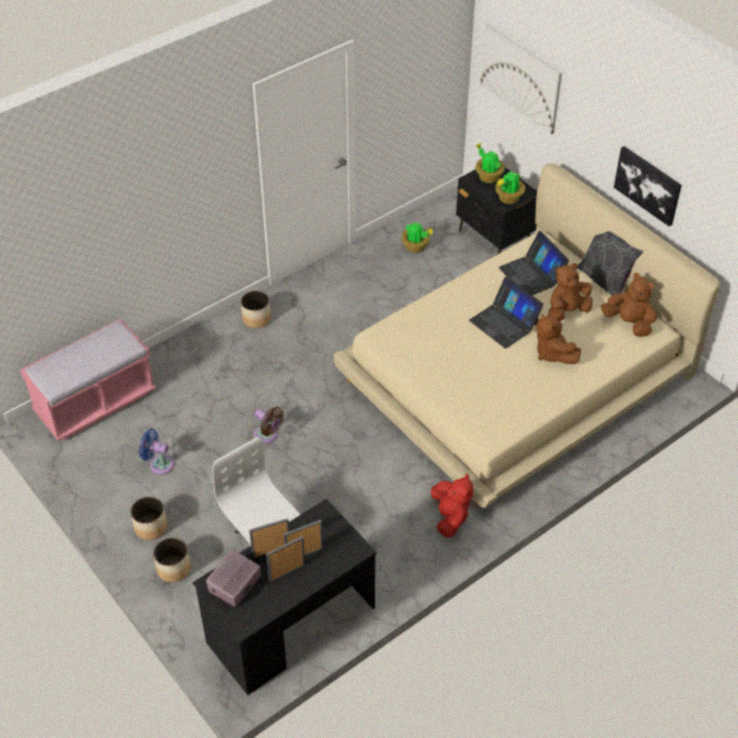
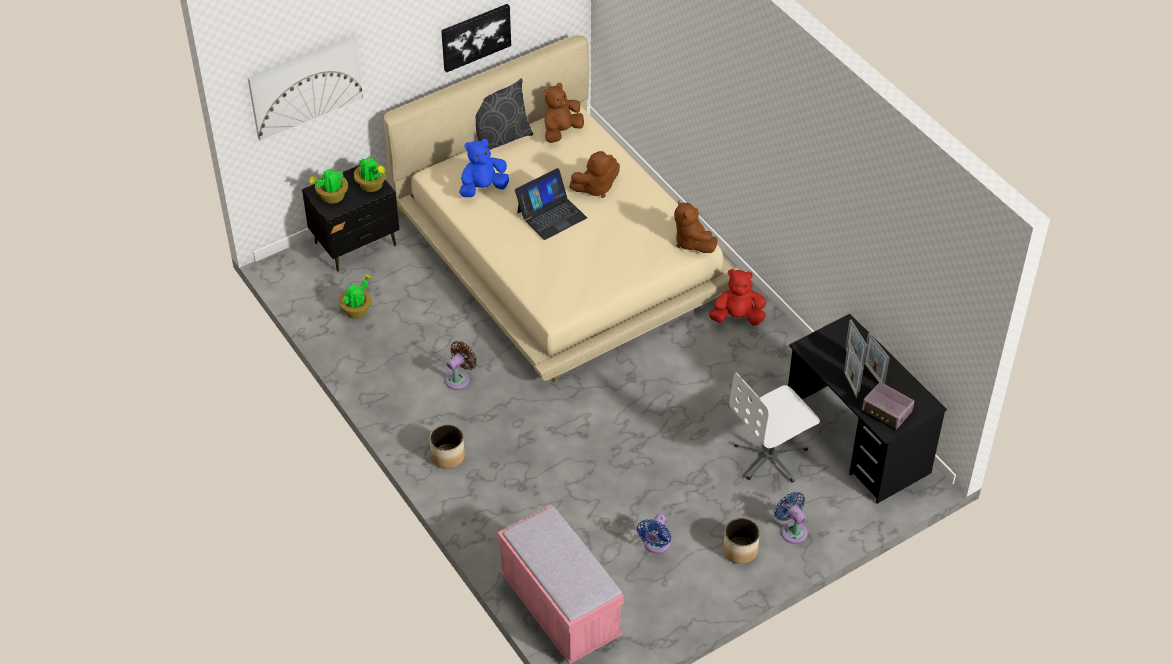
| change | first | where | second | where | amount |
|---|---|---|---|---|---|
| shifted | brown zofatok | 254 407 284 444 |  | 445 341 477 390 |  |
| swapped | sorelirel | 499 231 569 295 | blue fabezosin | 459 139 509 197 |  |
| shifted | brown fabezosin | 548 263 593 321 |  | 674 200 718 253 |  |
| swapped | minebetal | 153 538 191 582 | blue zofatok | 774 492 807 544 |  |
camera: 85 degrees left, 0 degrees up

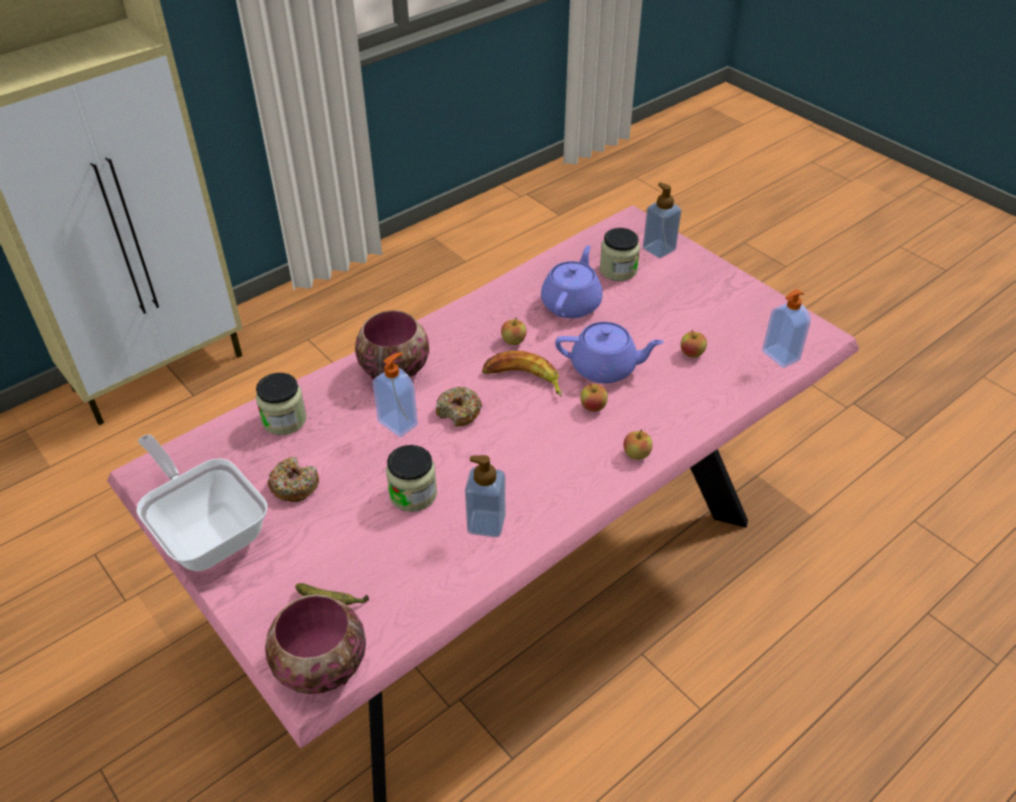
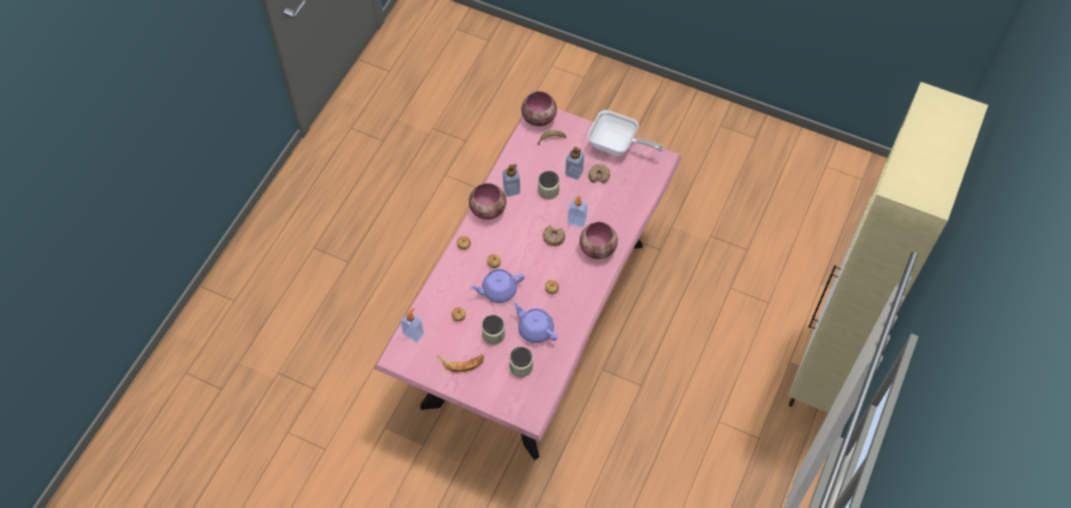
| change | first | where | second | where | amount |
|---|---|---|---|---|---|
| shifted | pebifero | 482 351 562 397 |  | 437 354 484 372 |  |
| new |  |  | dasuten | 469 183 506 220 |  |
| shifted | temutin | 256 373 307 435 |  | 482 315 505 345 |  |
| rotated | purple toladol | 541 245 603 318 |  | 513 302 557 343 | 135 degrees clockwise |
| shifted | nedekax | 643 182 682 258 |  | 565 147 584 180 |  |
camera: 155 degrees right, 15 degrees up

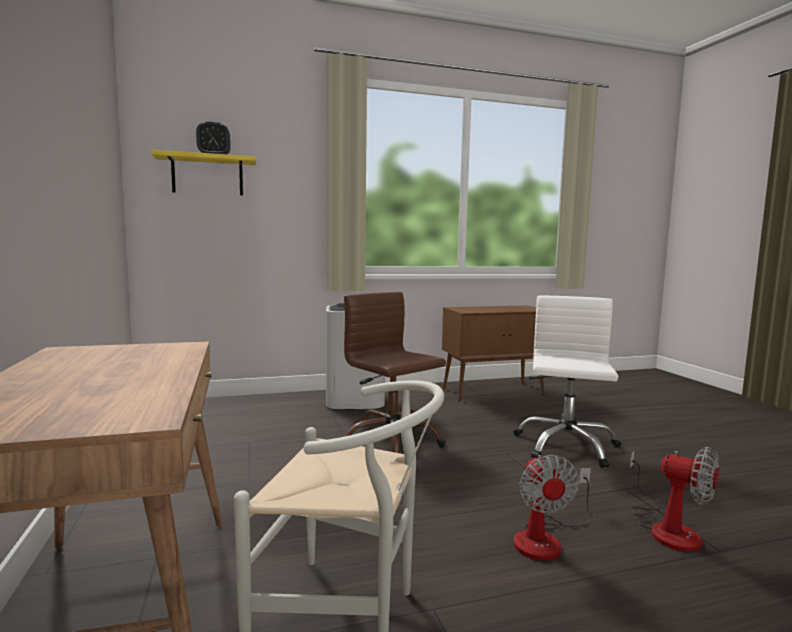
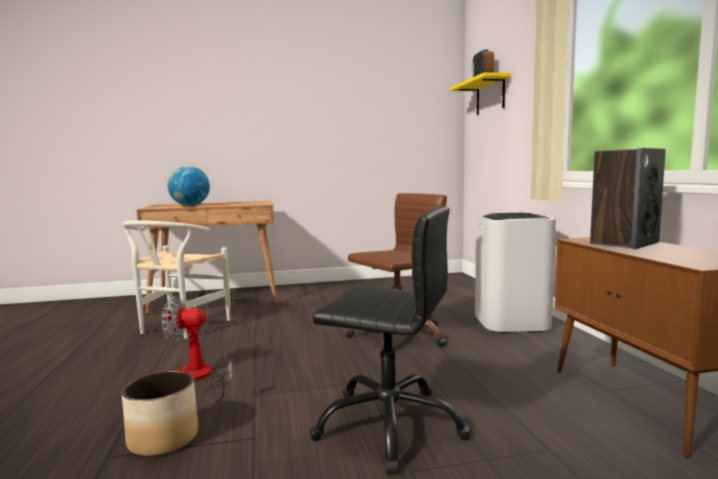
| change | first | where | second | where | amount |
|---|---|---|---|---|---|
| swapped | zofatok | 630 447 719 552 | minebetal | 122 371 198 456 |  |
| new |  |  | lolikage | 168 166 210 206 |  |
| repainted | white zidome | 514 296 621 468 | black zidome | 309 206 471 474 |  |
| new |  |  | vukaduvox | 590 148 666 249 |  |
camera: 95 degrees right, 0 degrees up

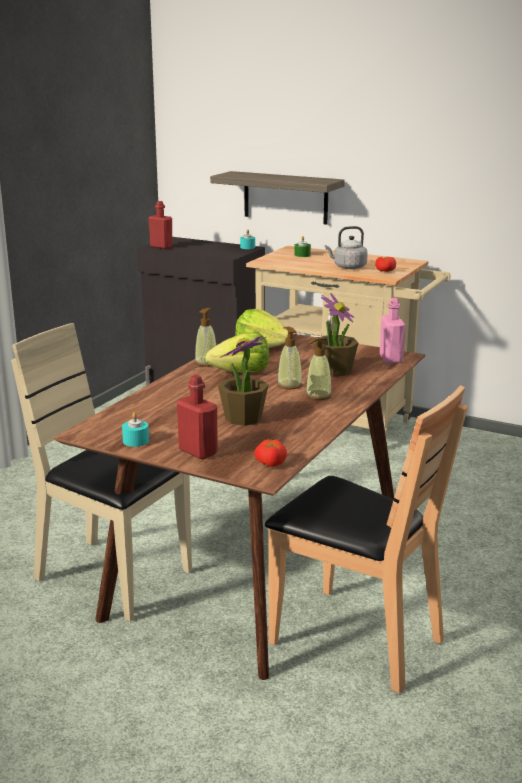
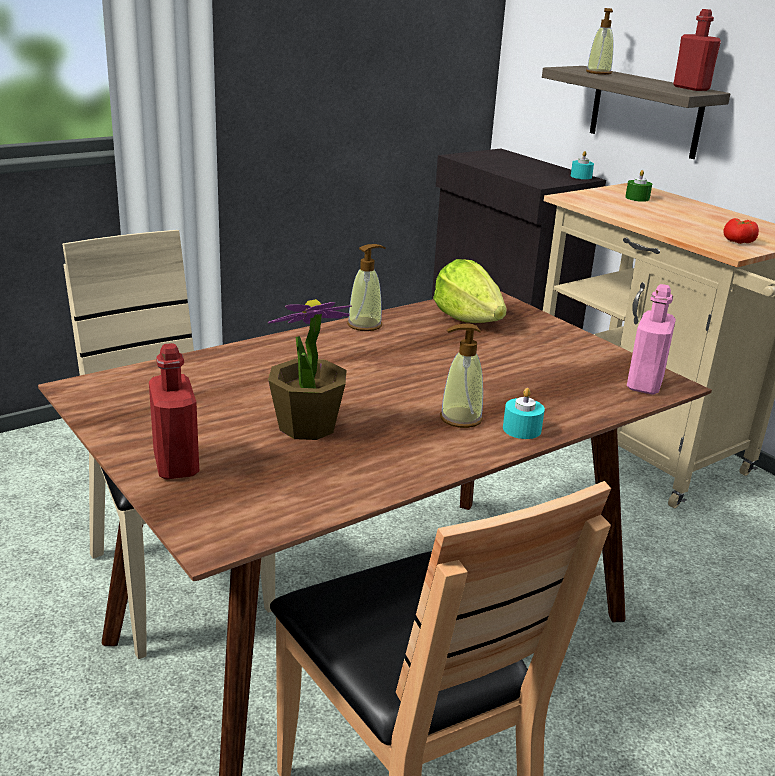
| change | first | where | second | where | amount |
|---|---|---|---|---|---|
| shifted | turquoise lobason | 122 412 149 447 |  | 503 388 545 439 |  |
| shifted | nedekax | 277 326 302 390 |  | 586 8 613 75 |  |
| shifted | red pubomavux | 148 201 173 249 |  | 673 9 721 91 |  |
| gone | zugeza | 205 333 269 373 |  |  |  |
| gone | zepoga | 254 439 287 467 |  |  |  |
| gone | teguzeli | 315 293 358 376 |  |  |  |
| gone | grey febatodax | 325 226 368 269 |  |  |  |
camera: 25 degrees right, 5 degrees up

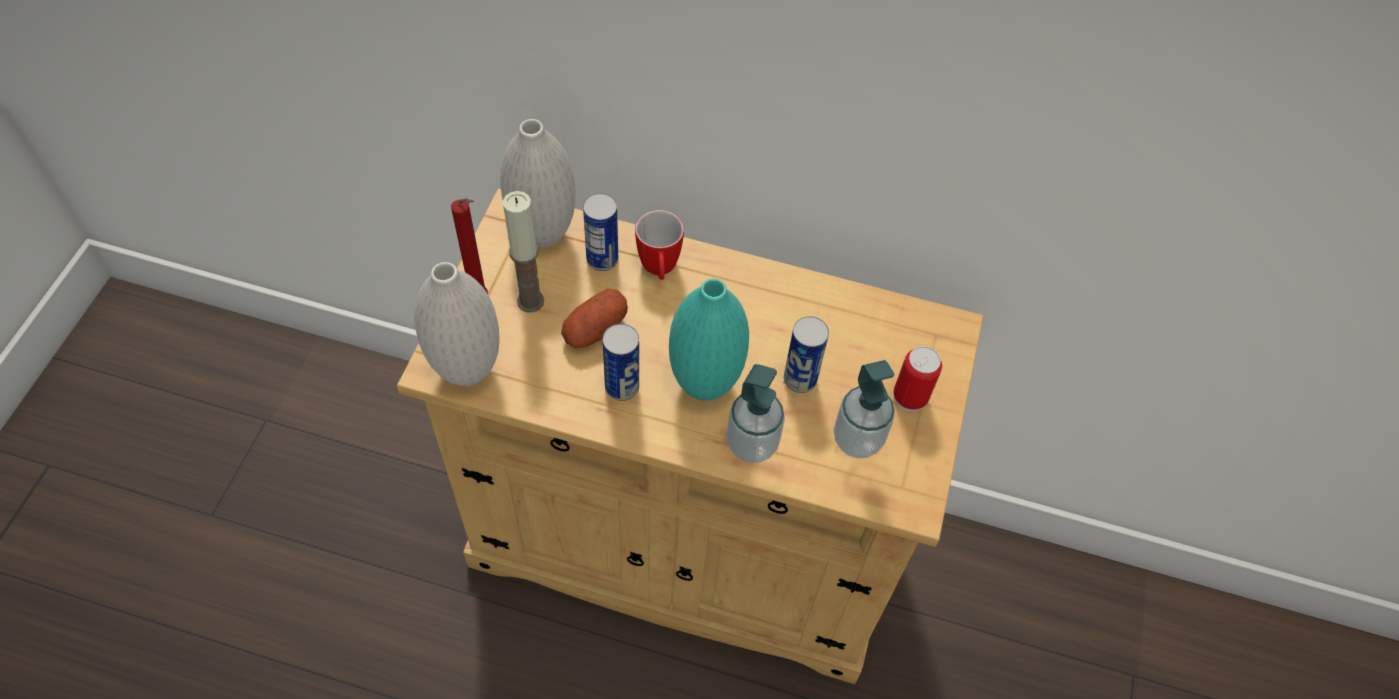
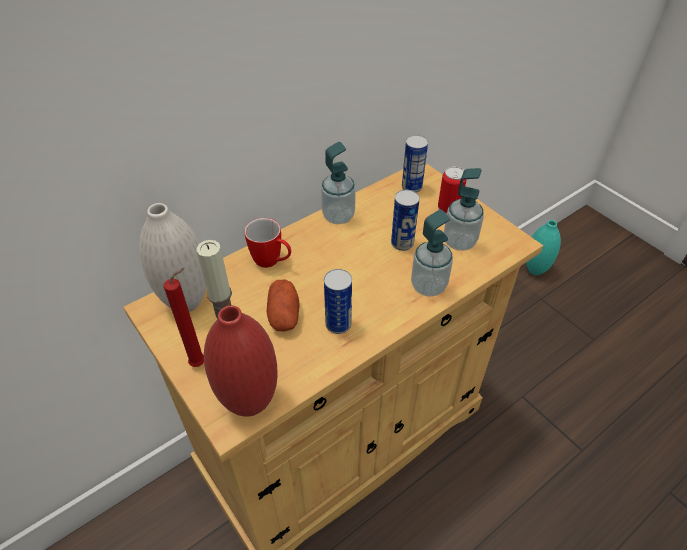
| change | first | where | second | where | amount |
|---|---|---|---|---|---|
| repainted | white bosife | 414 262 500 386 | red bosife | 204 305 278 416 |  |
| new |  |  | nedekax | 321 142 356 224 |  |
| shifted | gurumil | 583 193 618 271 |  | 402 135 428 193 |  |
| shifted | turquoise bosife | 669 279 749 401 |  | 526 220 561 275 |  |
camera: 50 degrees left, 10 degrees down

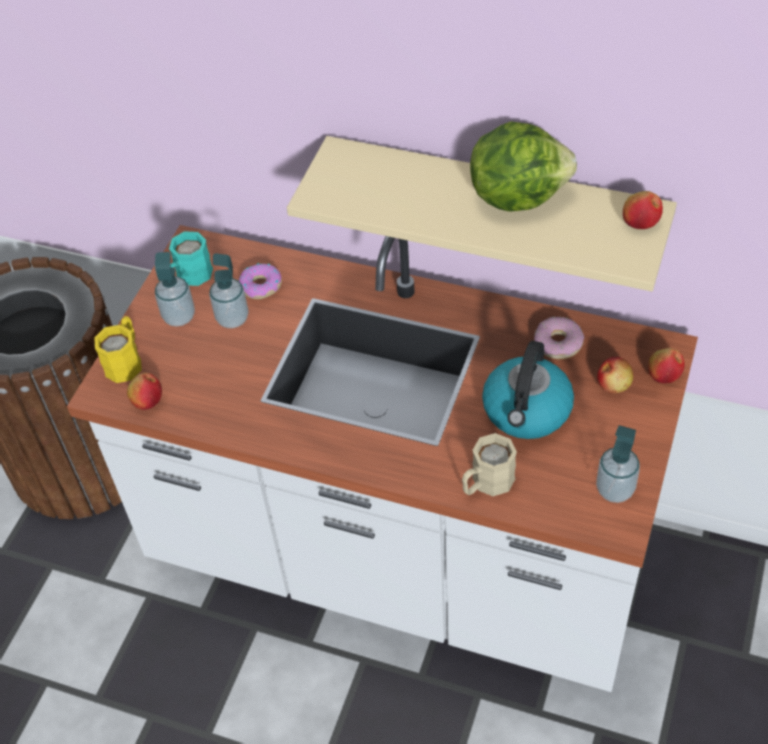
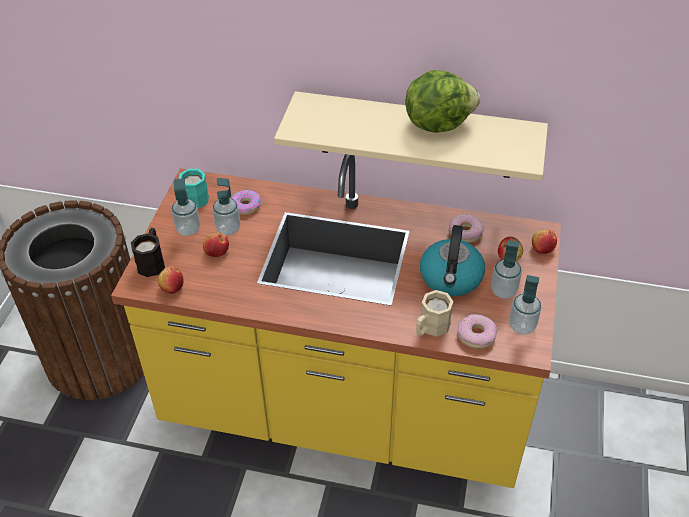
| change | first | where | second | where | amount |
|---|---|---|---|---|---|
| repainted | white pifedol | 67 225 698 692 | yellow pifedol | 111 154 561 488 |  |
| repainted | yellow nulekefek | 94 316 142 383 | black nulekefek | 131 228 165 277 |  |
| shifted | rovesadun | 623 191 663 229 |  | 203 232 229 257 |  |
| new |  |  | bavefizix | 457 314 497 349 |  |
| new |  |  | nedekax | 491 240 522 299 |  |
camera: 10 degrees left, 5 degrees down

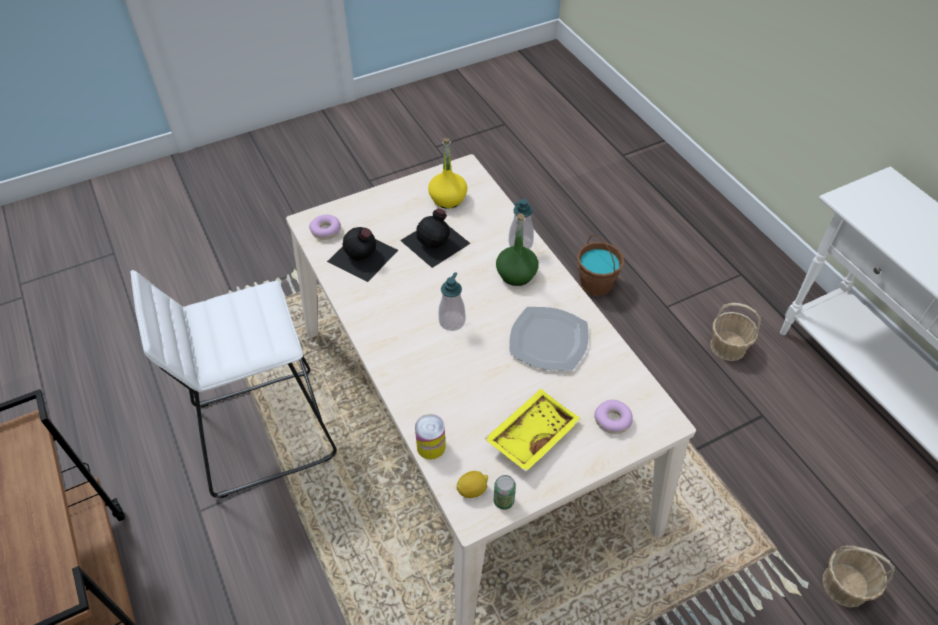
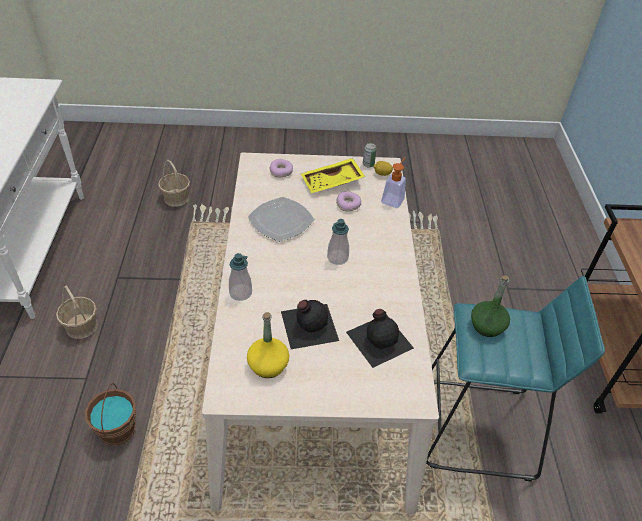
| change | first | where | second | where | amount |
|---|---|---|---|---|---|
| shifted | bavefizix | 309 215 341 240 |  | 336 191 361 211 |  |
| swapped | gurumil | 415 414 446 460 | nedekax | 381 157 406 208 |  |
| repainted | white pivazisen | 130 270 337 498 | turquoise pivazisen | 426 276 605 481 |  |
| shifted | green pubomavux | 496 213 539 286 |  | 471 276 510 337 |  |
camera: 155 degrees left, 5 degrees down

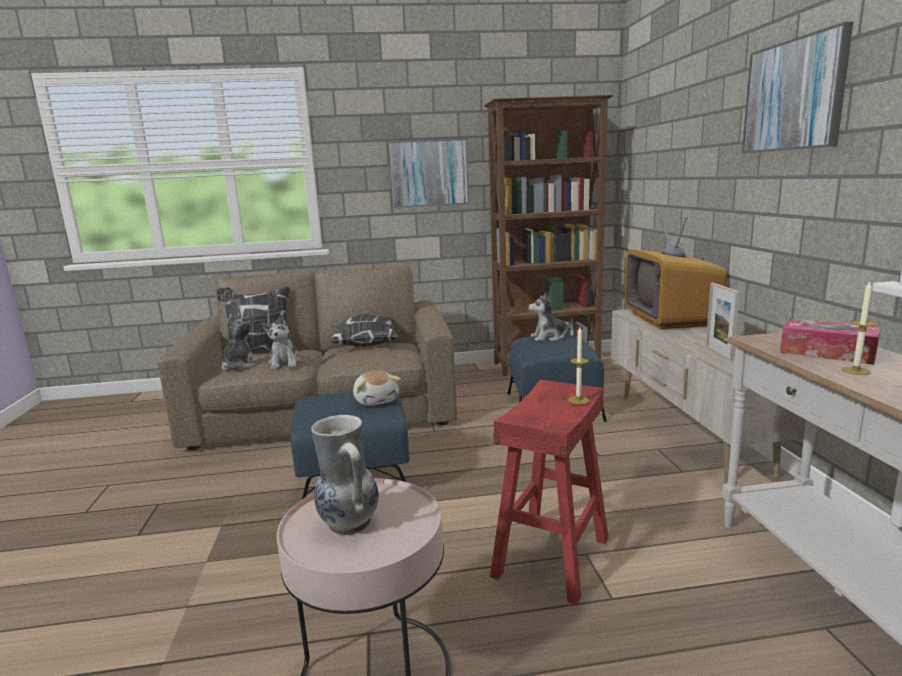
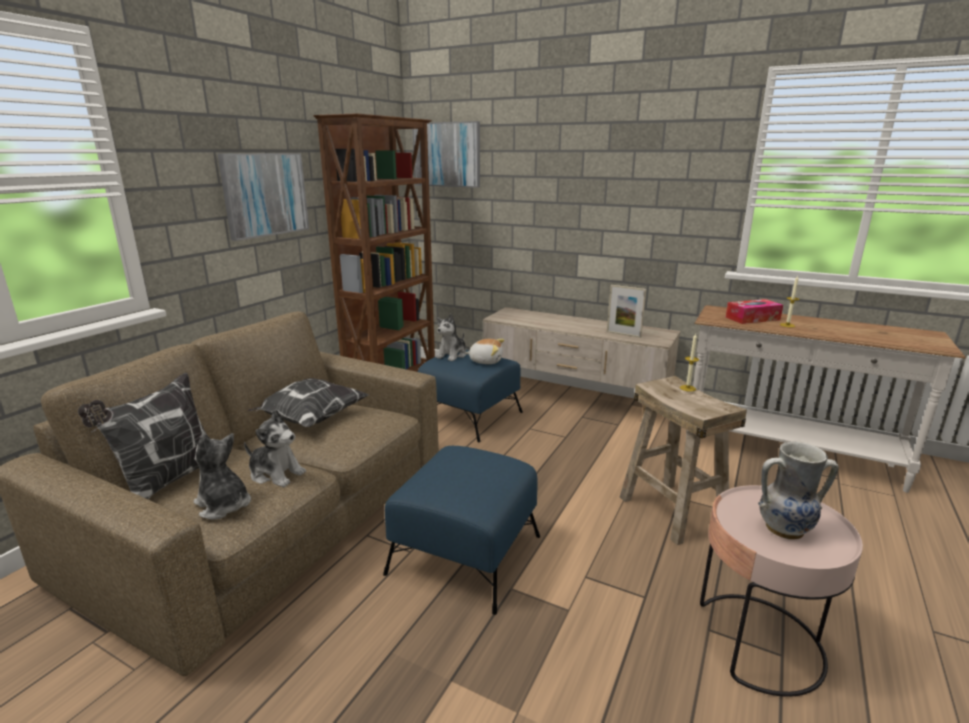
| change | first | where | second | where | amount |
|---|---|---|---|---|---|
| shifted | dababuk | 742 22 853 153 |  | 413 121 480 188 |  |
| shifted | fabezosin | 353 371 401 406 |  | 465 339 504 364 |  |
| repainted | red pivazisen | 490 380 609 605 | beige pivazisen | 620 376 747 545 |  |
| gone | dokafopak | 625 217 727 329 |  |  |  |
camera: 55 degrees left, 5 degrees up

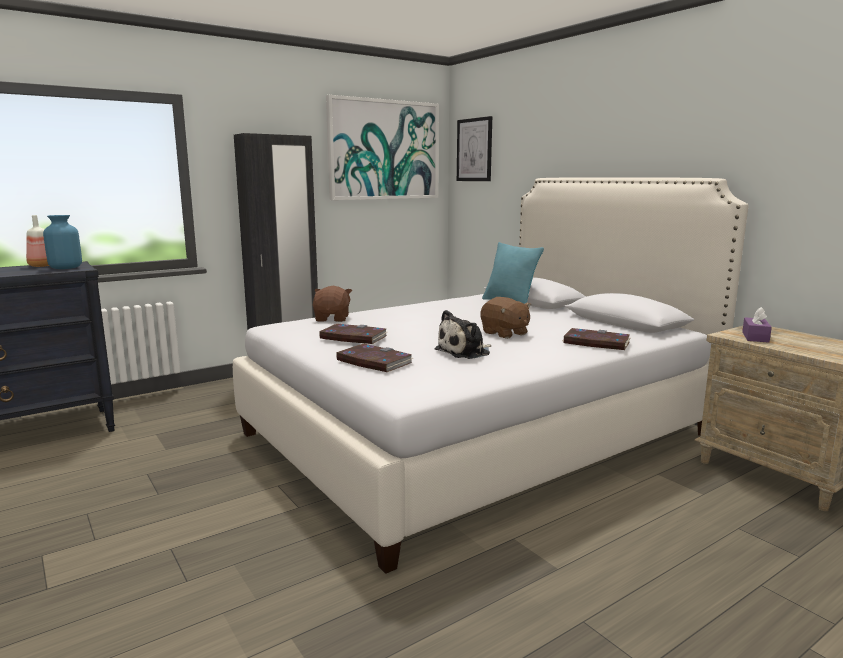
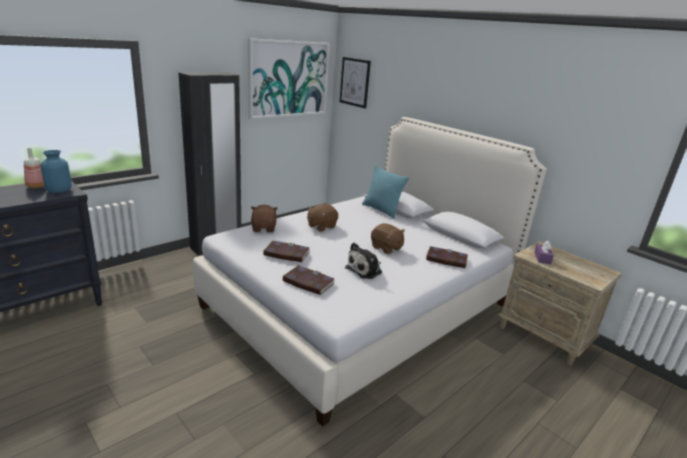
| change | first | where | second | where | amount |
|---|---|---|---|---|---|
| new |  |  | brown fabezosin | 307 204 338 231 |  |
camera: 10 degrees left, 10 degrees up

